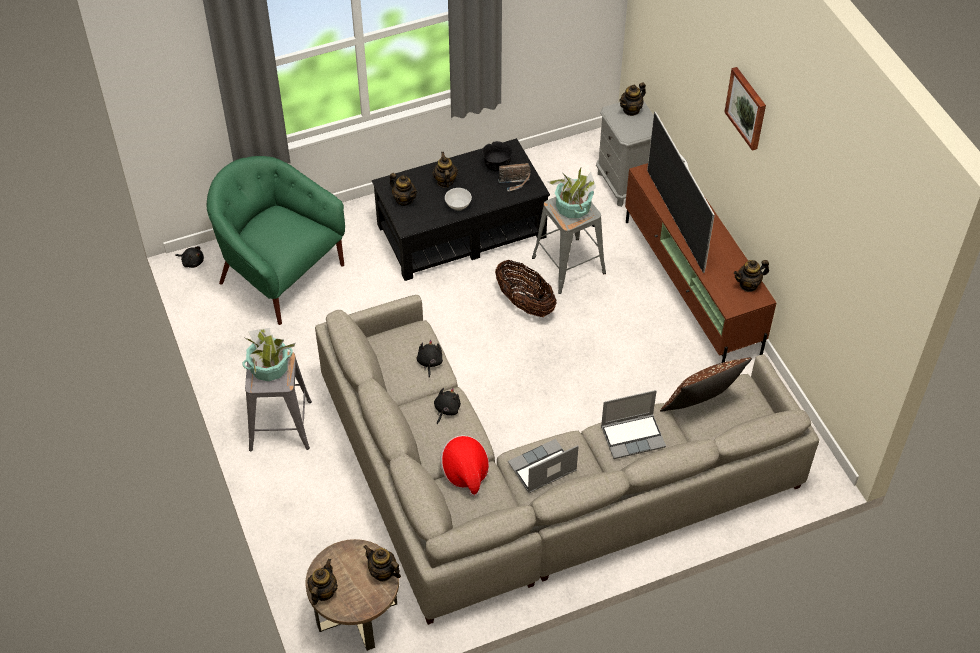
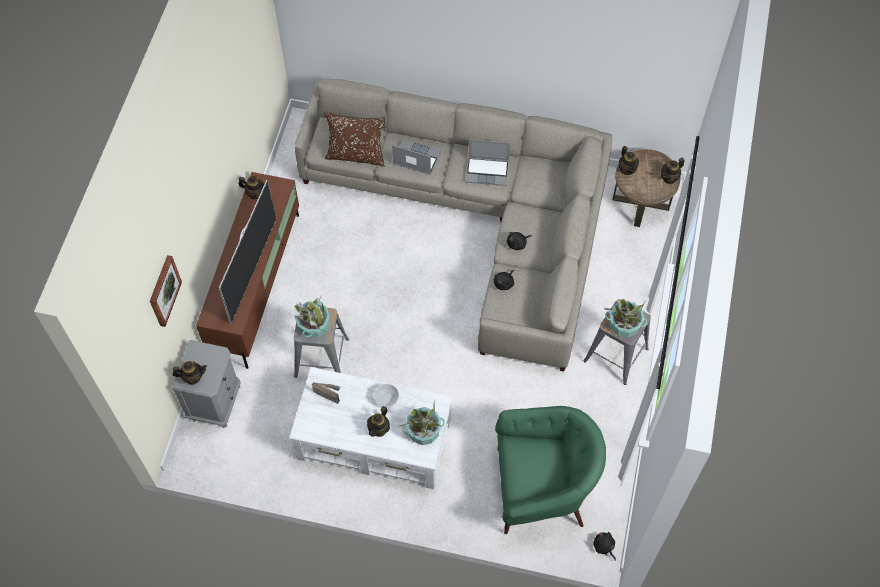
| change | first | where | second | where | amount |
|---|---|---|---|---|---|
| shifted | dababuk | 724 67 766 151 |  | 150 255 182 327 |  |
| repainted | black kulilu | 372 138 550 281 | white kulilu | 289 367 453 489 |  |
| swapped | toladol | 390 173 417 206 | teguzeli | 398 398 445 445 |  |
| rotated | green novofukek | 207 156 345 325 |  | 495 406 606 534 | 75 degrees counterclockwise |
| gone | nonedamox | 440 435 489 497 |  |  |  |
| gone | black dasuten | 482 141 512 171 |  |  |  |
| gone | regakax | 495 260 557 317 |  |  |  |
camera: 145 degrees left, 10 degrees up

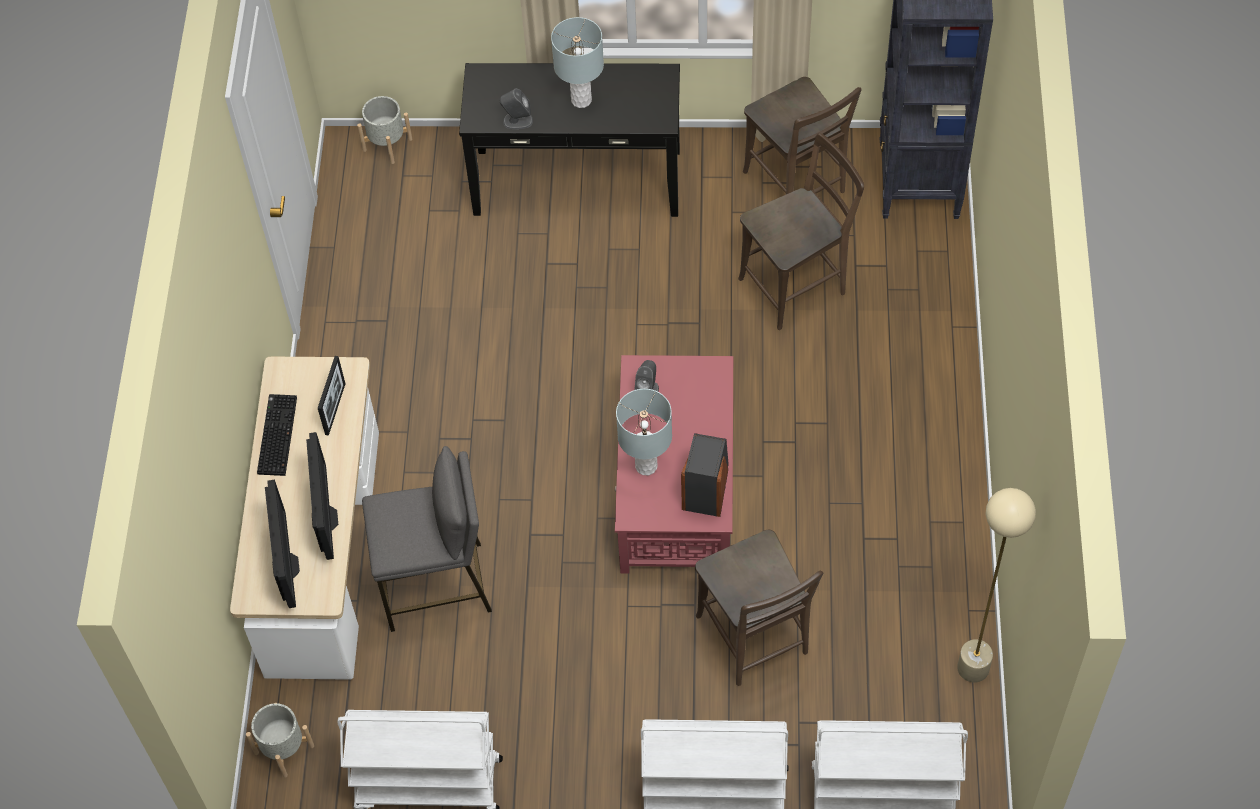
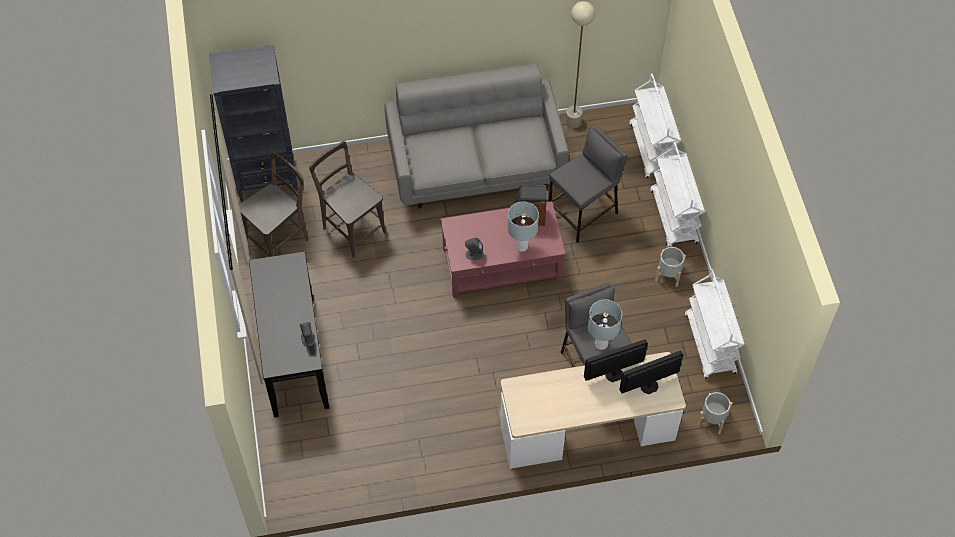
| change | first | where | second | where | amount |
|---|---|---|---|---|---|
| new |  |  | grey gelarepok | 385 64 569 209 |  |
| swapped | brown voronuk | 695 530 823 686 | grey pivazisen | 549 127 627 243 |  |
| shifted | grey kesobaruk | 551 17 604 108 |  | 588 299 622 350 |  |
| shifted | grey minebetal | 357 96 412 164 |  | 655 247 686 287 |  |
| gone | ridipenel | 257 394 297 476 |  |  |  |
| gone | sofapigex | 318 356 346 436 |  |  |  |
camera: 105 degrees left, 0 degrees up

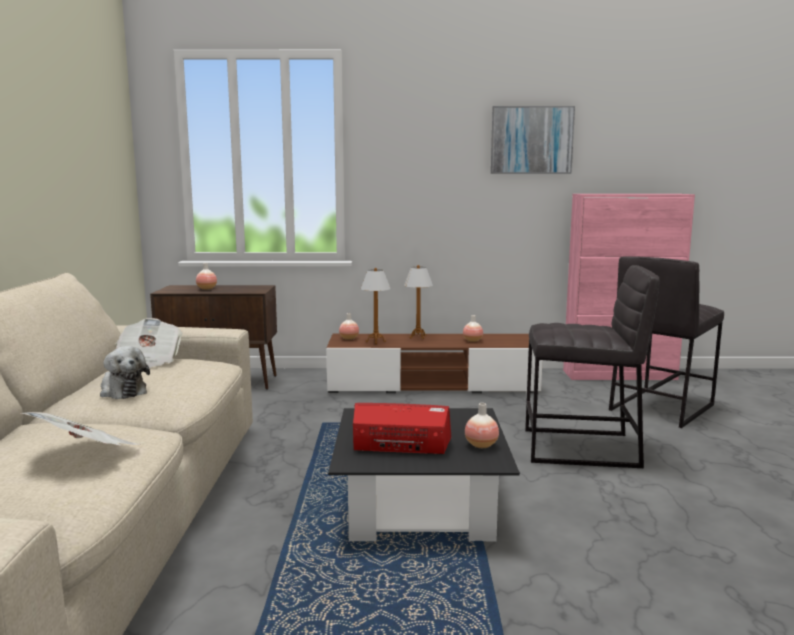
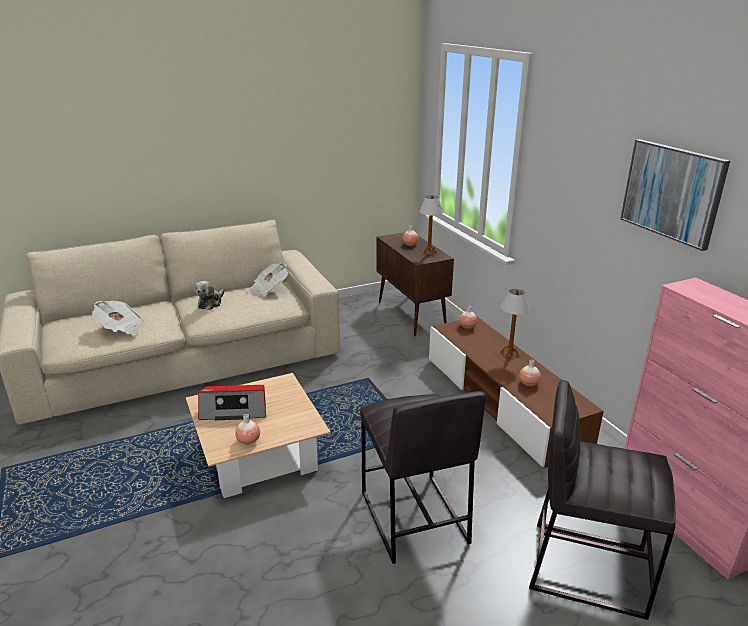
| change | first | where | second | where | amount |
|---|---|---|---|---|---|
| repainted | black kulilu | 328 408 520 541 | beige kulilu | 186 373 331 498 |  |
| rotated | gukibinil | 353 403 451 454 |  | 198 385 266 420 | 105 degrees clockwise |
| shifted | kesobaruk | 361 268 391 344 |  | 419 195 443 256 |  |
camera: 65 degrees right, 15 degrees up

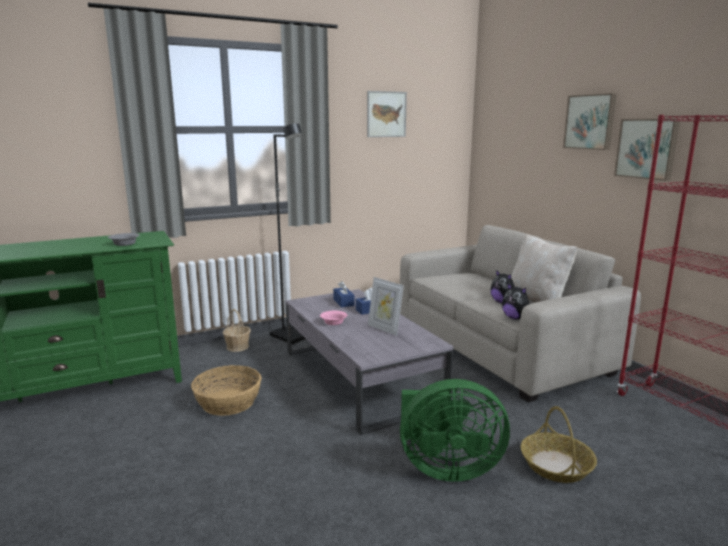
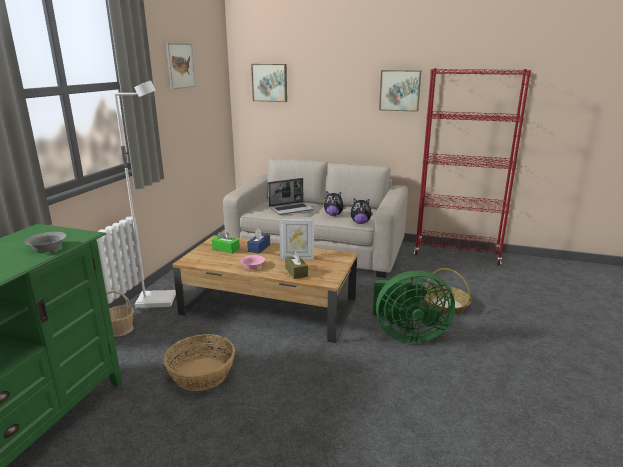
| change | first | where | second | where | amount |
|---|---|---|---|---|---|
| repainted | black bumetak | 270 123 306 345 | white bumetak | 114 81 176 308 |  |
| repainted | grey kulilu | 285 289 453 435 | brown kulilu | 172 235 357 343 |  |
| repainted | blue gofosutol | 333 281 354 307 | green gofosutol | 212 230 240 254 |  |
| shifted | dababuk | 563 94 617 150 |  | 251 64 287 102 |  |
| new |  |  | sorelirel | 268 178 314 215 |  |
| new |  |  | brown gofosutol | 285 251 308 279 |  |
| rotated | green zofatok | 400 379 510 482 |  | 373 270 455 343 | 45 degrees clockwise |
| gone | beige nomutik | 511 234 577 303 |  |  |  |
camera: 45 degrees left, 5 degrees up

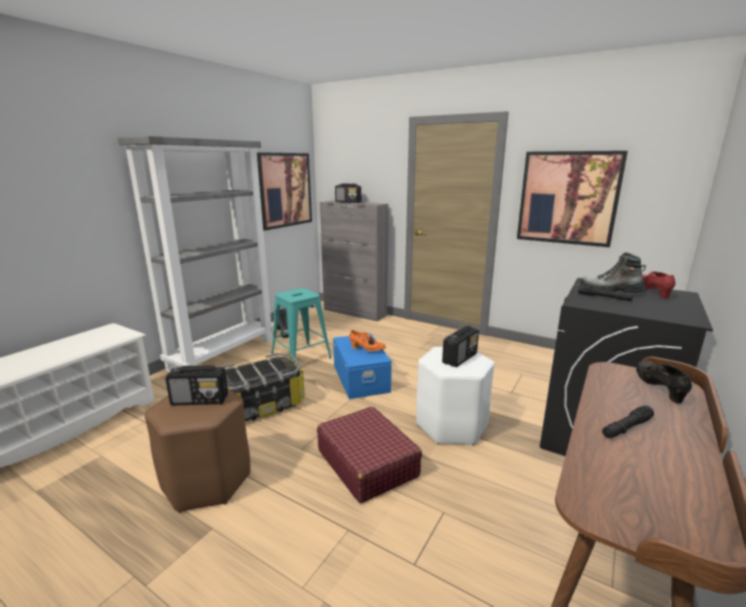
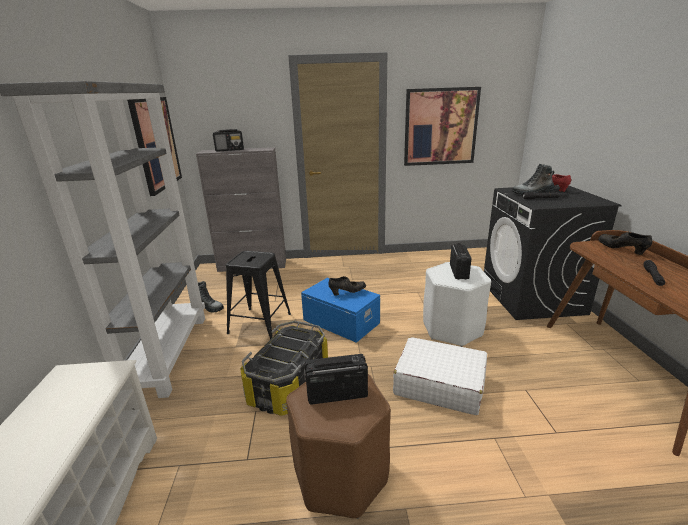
| change | first | where | second | where | amount |
|---|---|---|---|---|---|
| repainted | turquoise pivazisen | 272 288 332 364 | black pivazisen | 226 251 291 339 |  |
| rotated | gukibinil | 165 365 228 406 |  | 305 354 368 405 | 150 degrees counterclockwise |
| repainted | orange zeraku | 349 330 386 351 | black zeraku | 328 276 366 296 |  |
| repainted | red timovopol | 317 406 422 503 | white timovopol | 393 337 487 415 |  |
camera: 35 degrees left, 5 degrees up

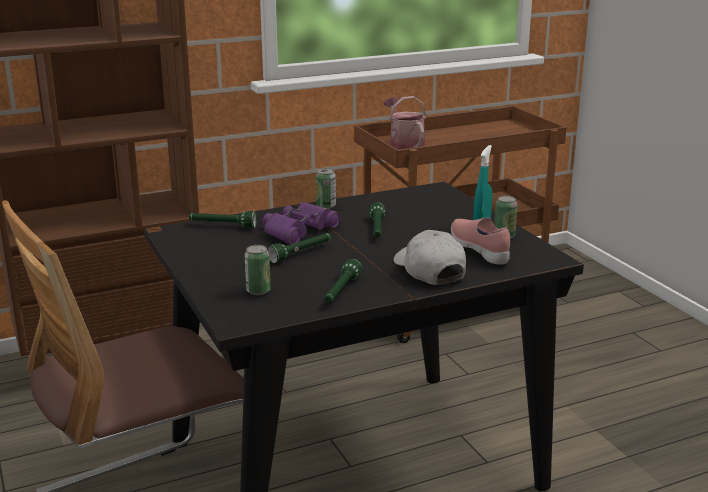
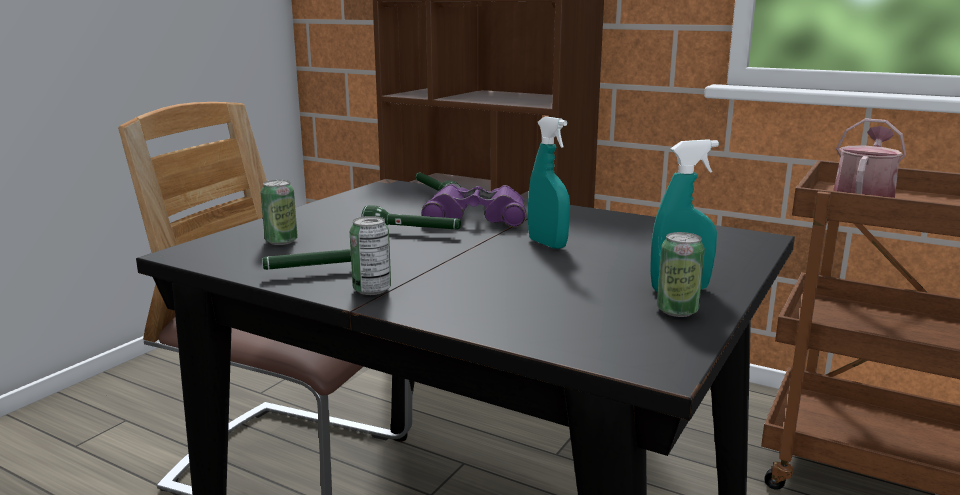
| change | first | where | second | where | amount |
|---|---|---|---|---|---|
| shifted | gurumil | 316 168 336 209 |  | 350 216 391 295 |  |
| swapped | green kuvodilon | 369 202 386 238 | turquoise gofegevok | 528 116 570 249 |  |
| gone | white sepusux | 394 230 466 285 |  |  |  |
| gone | pink zeraku | 451 218 510 265 |  |  |  |
camera: 55 degrees right, 5 degrees down

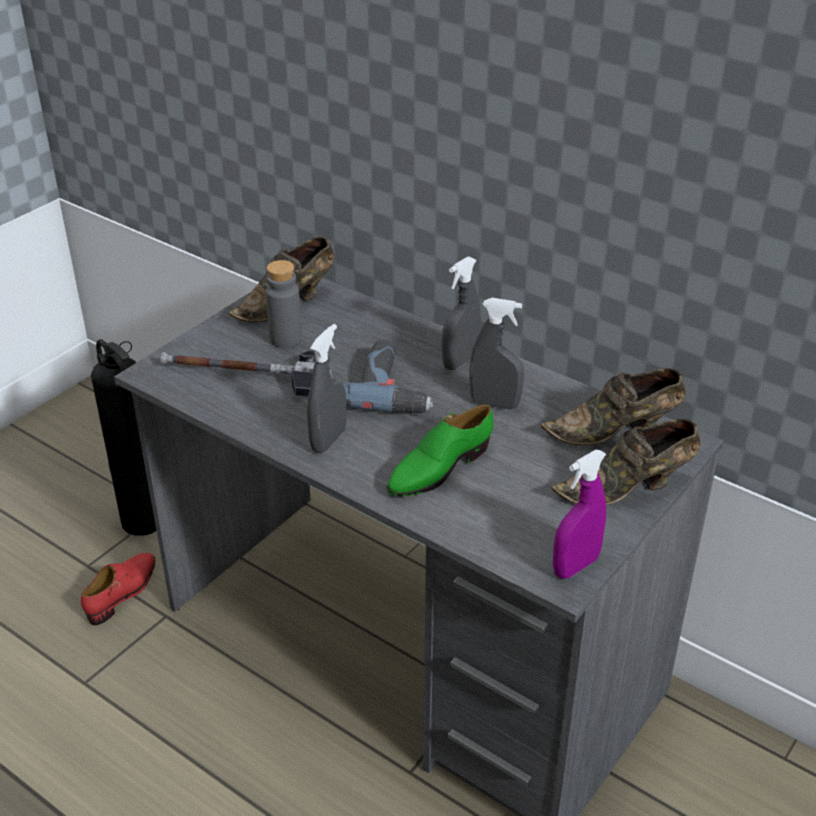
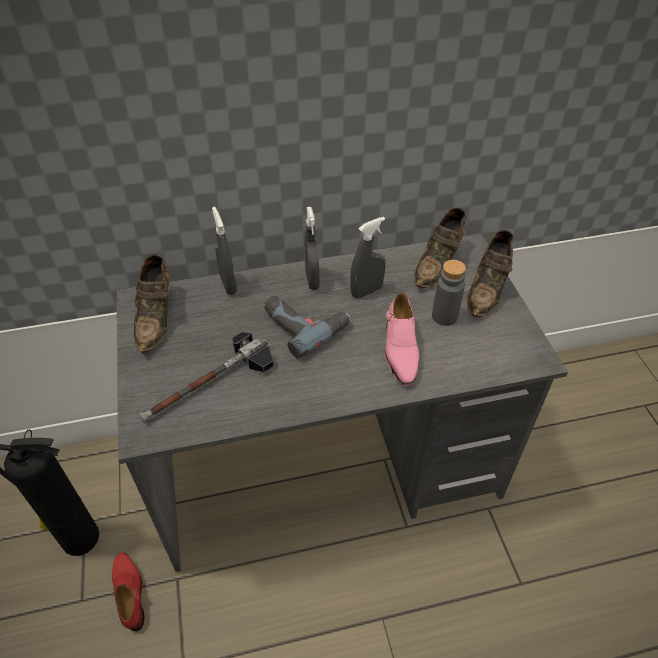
| change | first | where | second | where | amount |
|---|---|---|---|---|---|
| shifted | grey gofegevok | 307 324 346 453 |  | 212 207 237 295 |  |
| repainted | green zeraku | 386 404 493 496 | pink zeraku | 385 292 419 386 |  |
| shifted | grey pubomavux | 266 260 302 348 |  | 432 260 466 326 |  |
| gone | purple gofegevok | 553 450 606 579 |  |  |  |
camera: 50 degrees left, 10 degrees up

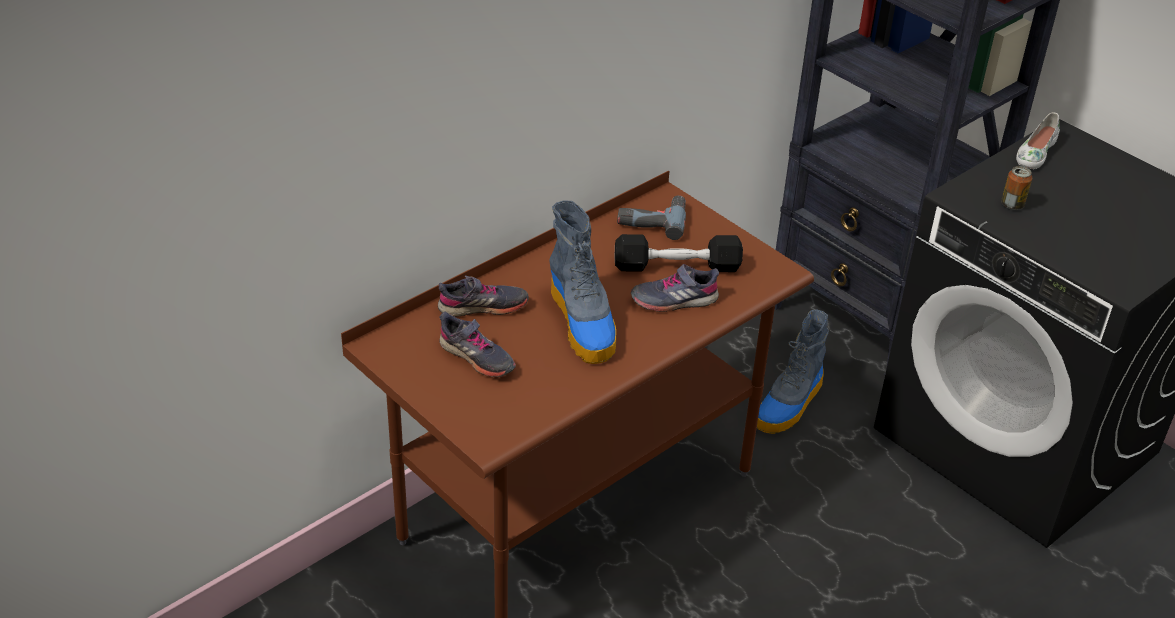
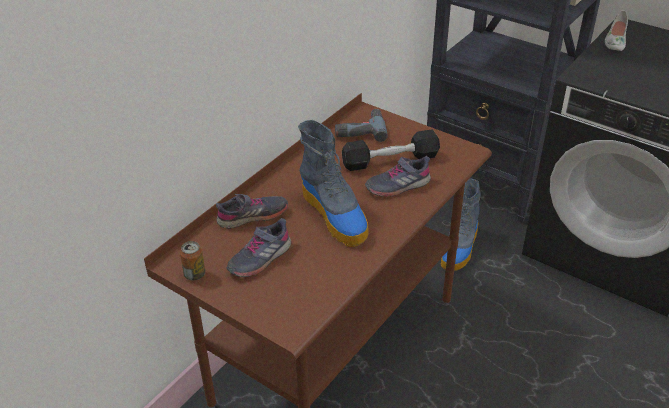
| change | first | where | second | where | amount |
|---|---|---|---|---|---|
| shifted | gurumil | 1001 166 1032 210 |  | 180 241 205 280 |  |
| rotated | grey zeraku | 439 312 516 377 |  | 226 218 291 277 | 105 degrees clockwise |
camera: 10 degrees left, 0 degrees up

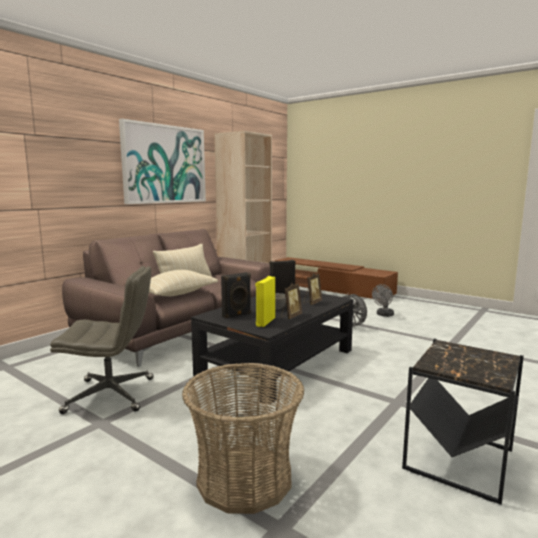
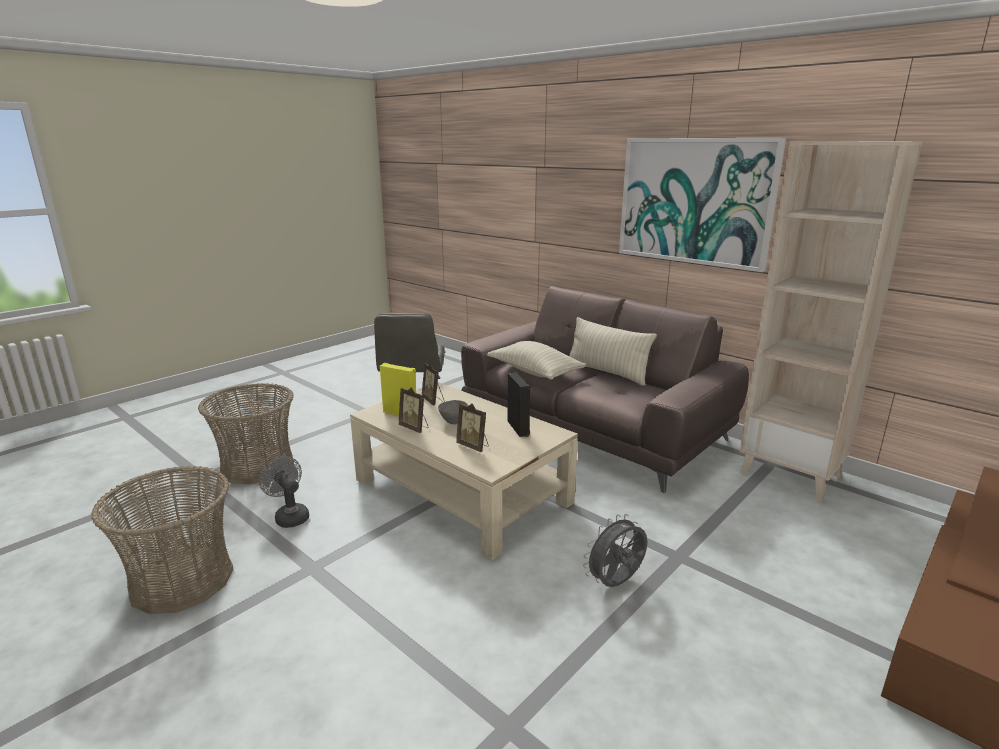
| change | first | where | second | where | amount |
|---|---|---|---|---|---|
| swapped | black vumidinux | 402 339 524 505 | regakax | 91 466 233 614 |  |
| shifted | grey zofatok | 372 284 394 317 |  | 259 456 309 528 |  |
| repainted | black kulilu | 191 290 353 404 | beige kulilu | 350 382 578 561 |  |
| swapped | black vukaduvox | 221 272 251 318 | sofapigex | 422 363 444 406 |  |
camera: 95 degrees right, 10 degrees up

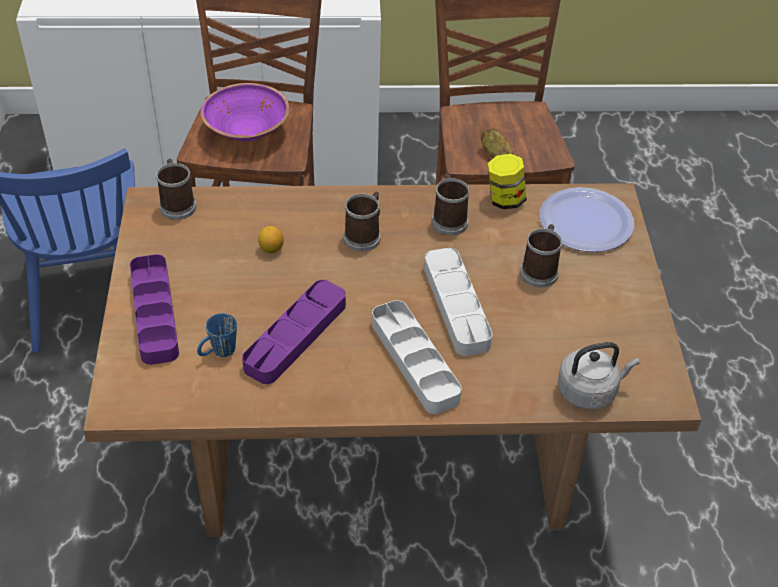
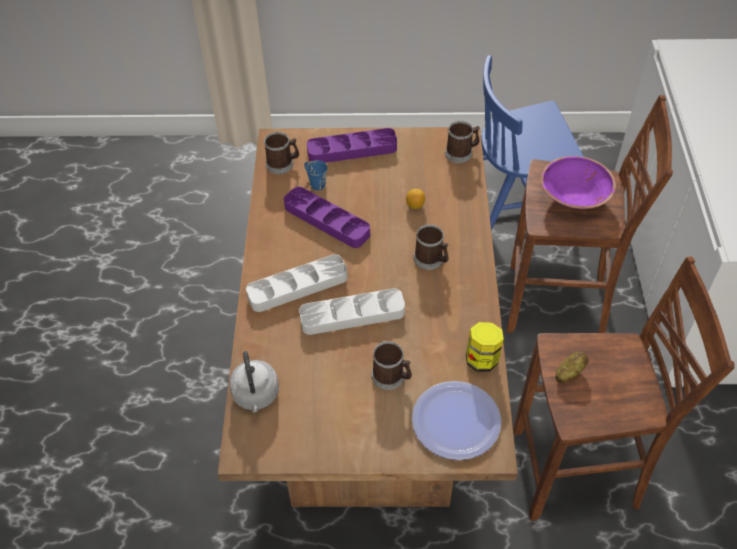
| change | first | where | second | where | amount |
|---|---|---|---|---|---|
| shifted | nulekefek | 432 174 470 235 |  | 264 132 299 174 |  |
camera: 95 degrees right, 5 degrees up

